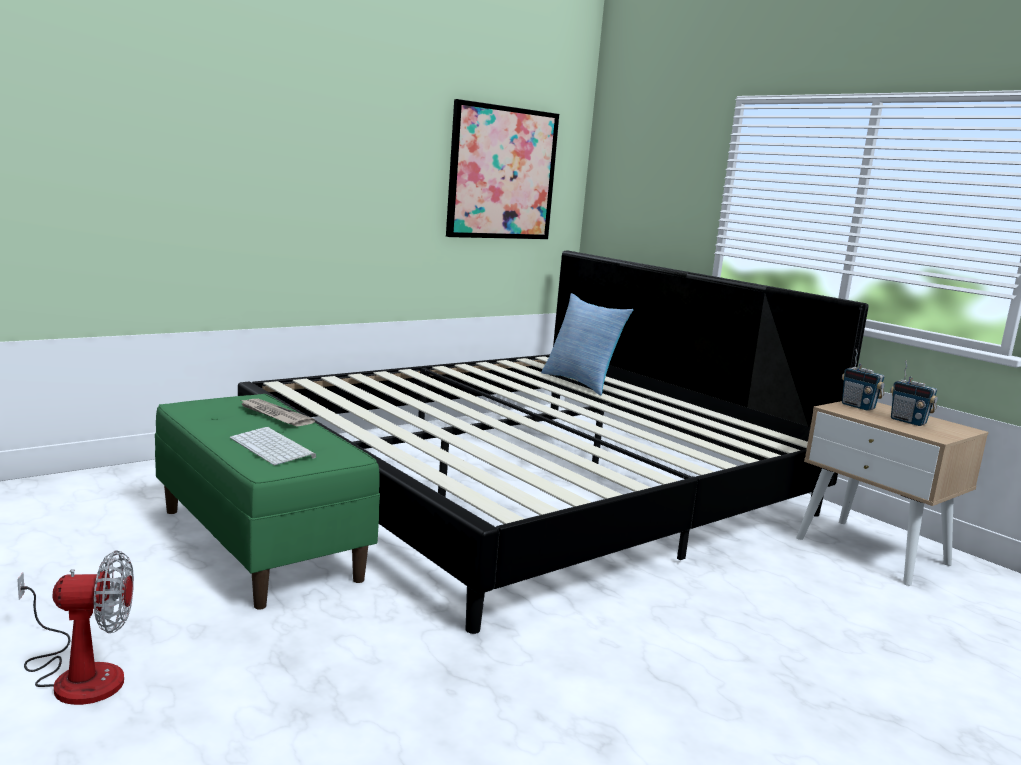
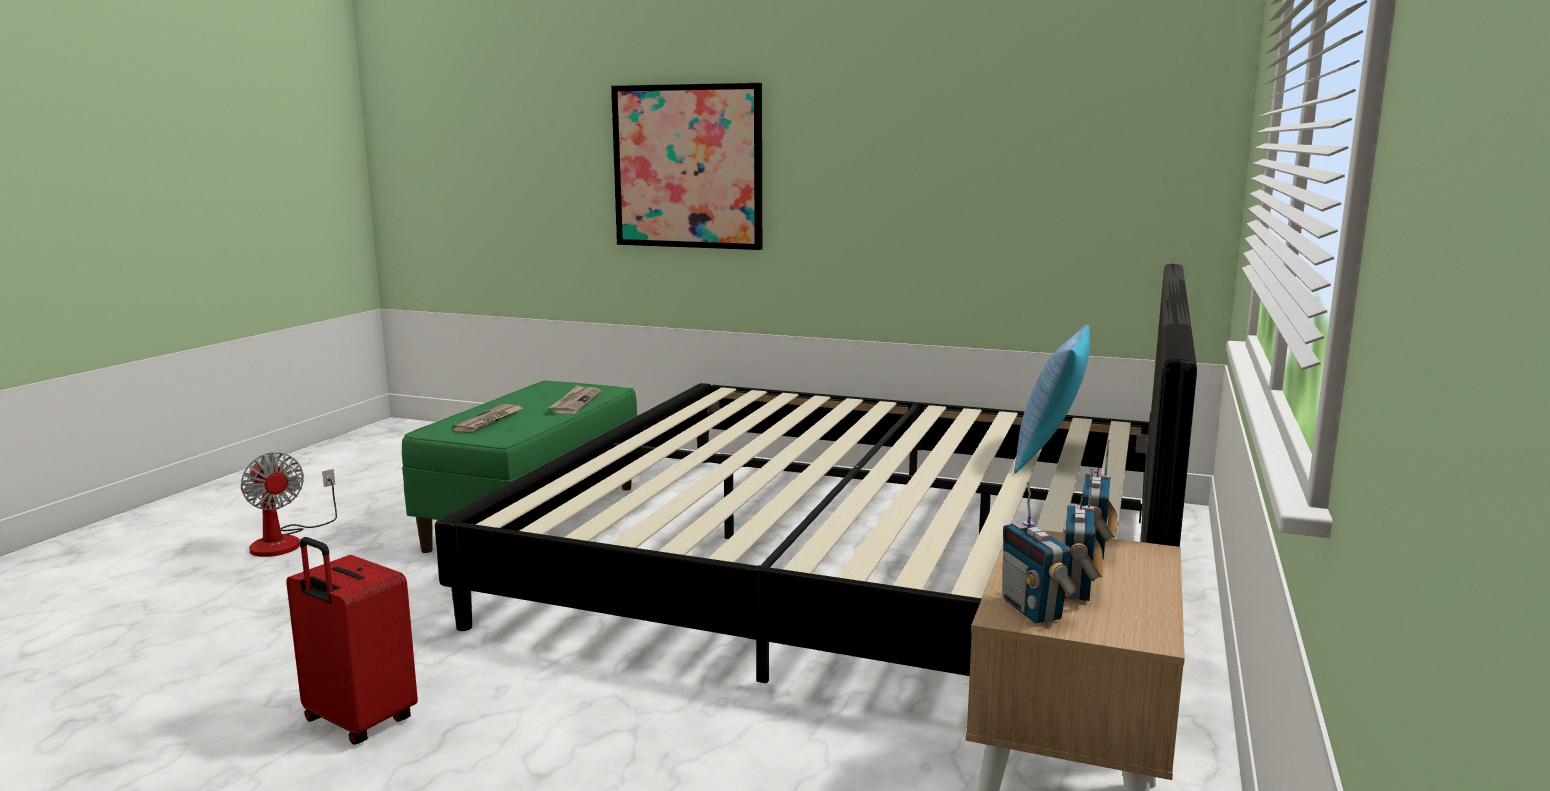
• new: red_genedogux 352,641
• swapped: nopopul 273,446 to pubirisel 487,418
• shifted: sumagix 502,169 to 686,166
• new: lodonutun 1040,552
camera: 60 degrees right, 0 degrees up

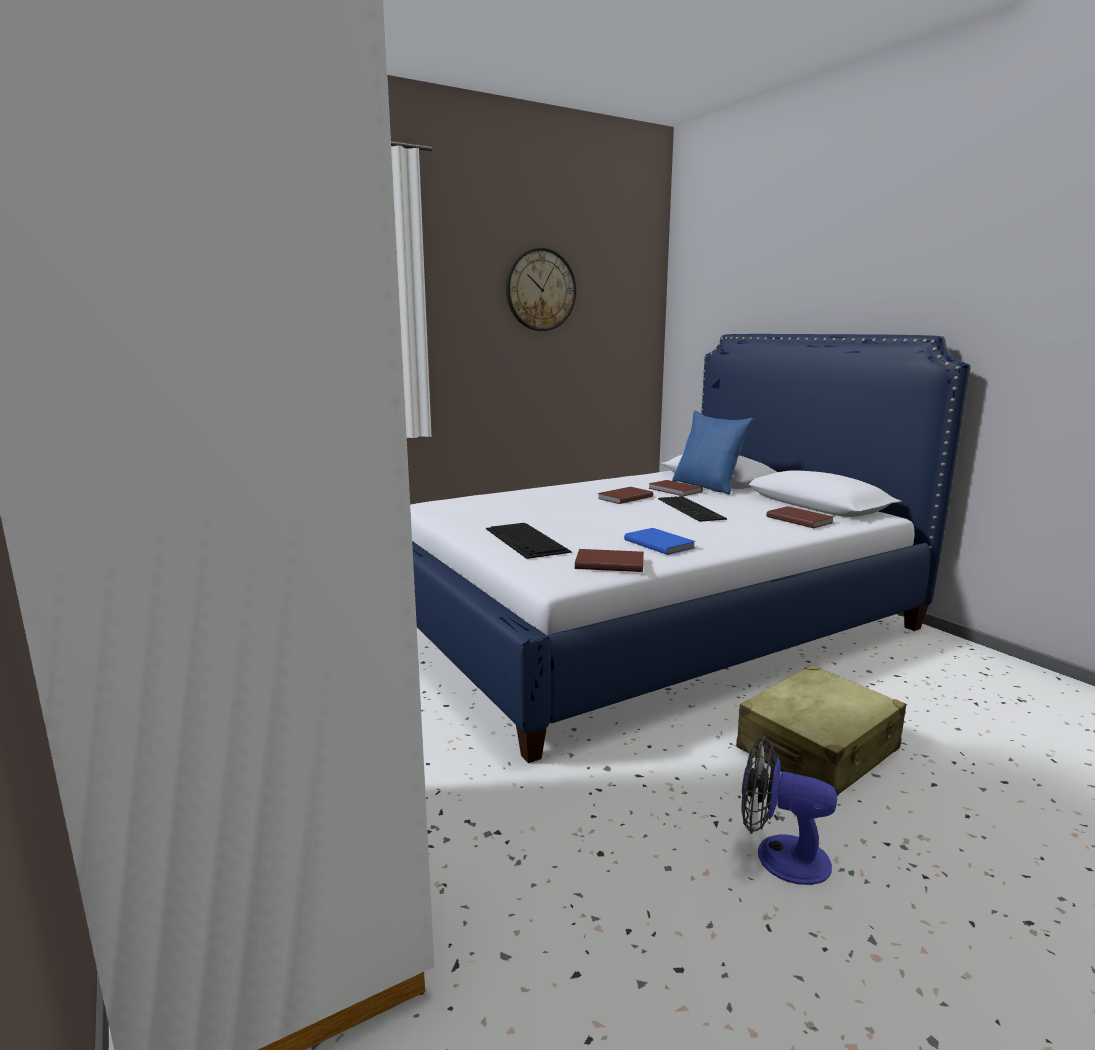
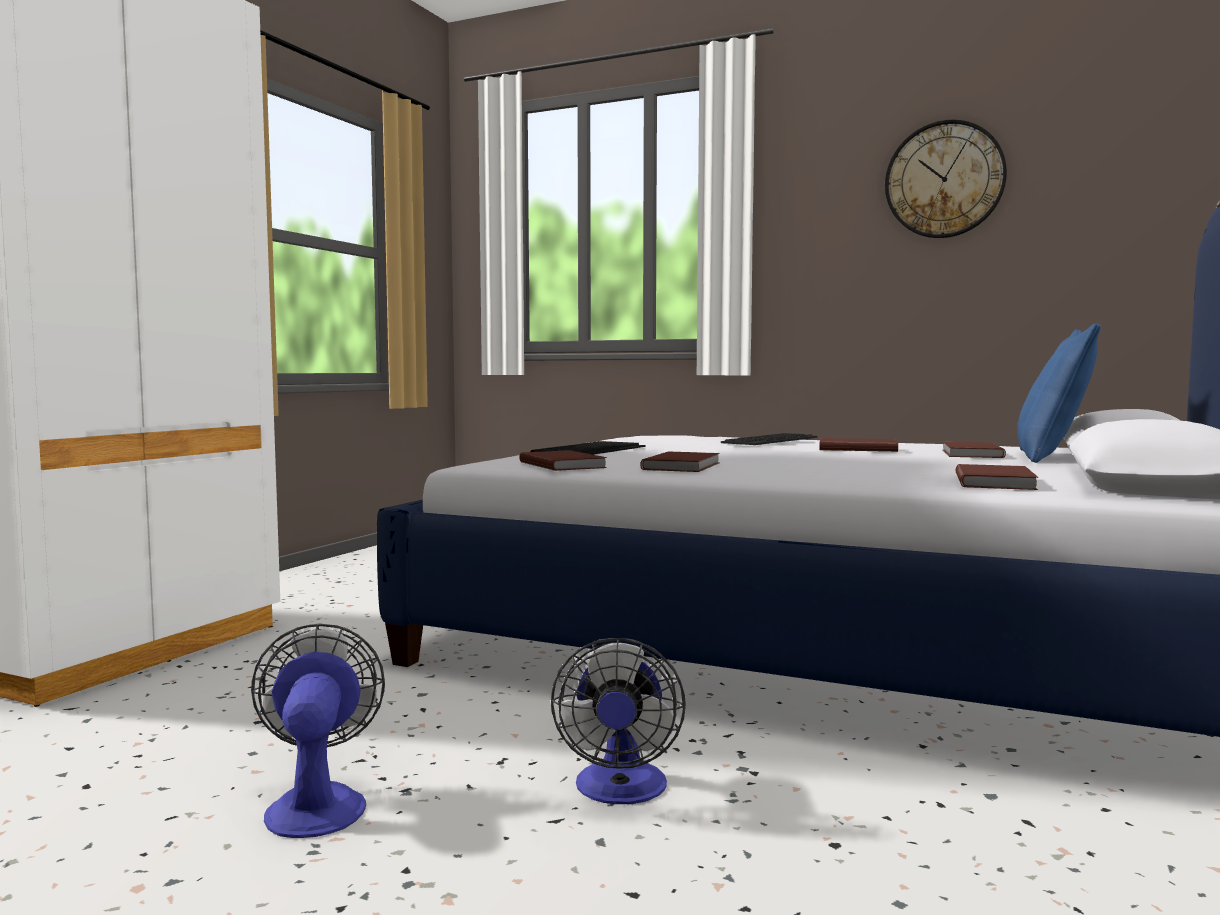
• swapped: beige_genedogux 821,730 to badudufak 618,721
• repainted: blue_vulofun 660,541 to brown_vulofun 680,461
• shifted: nopopul 692,509 to 769,439
camera: 55 degrees right, 10 degrees down

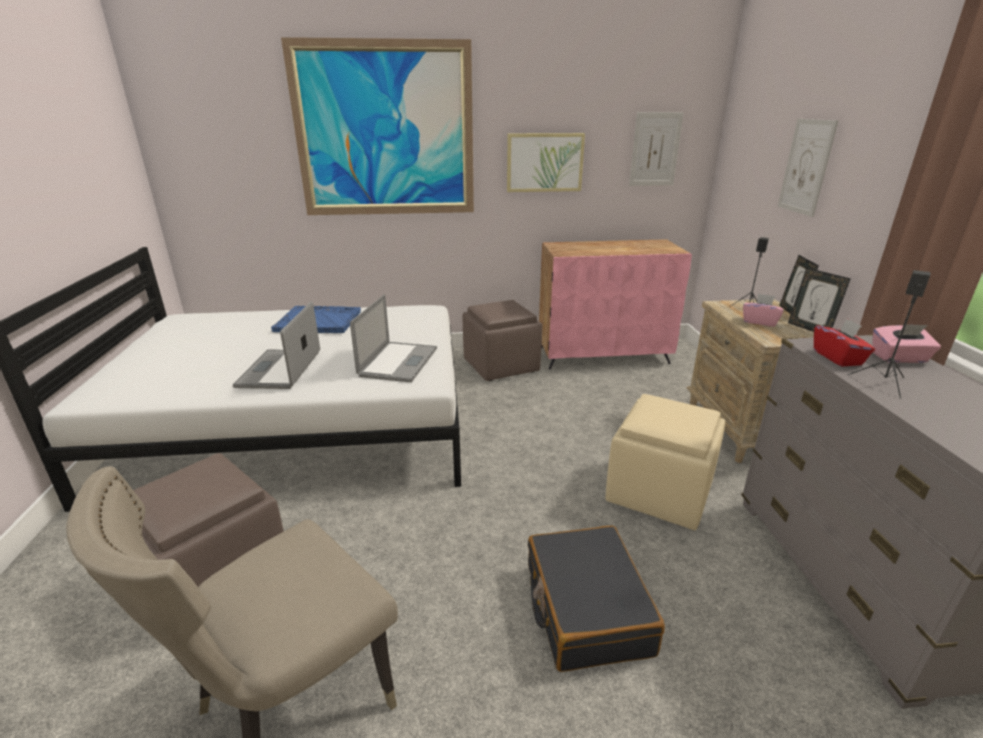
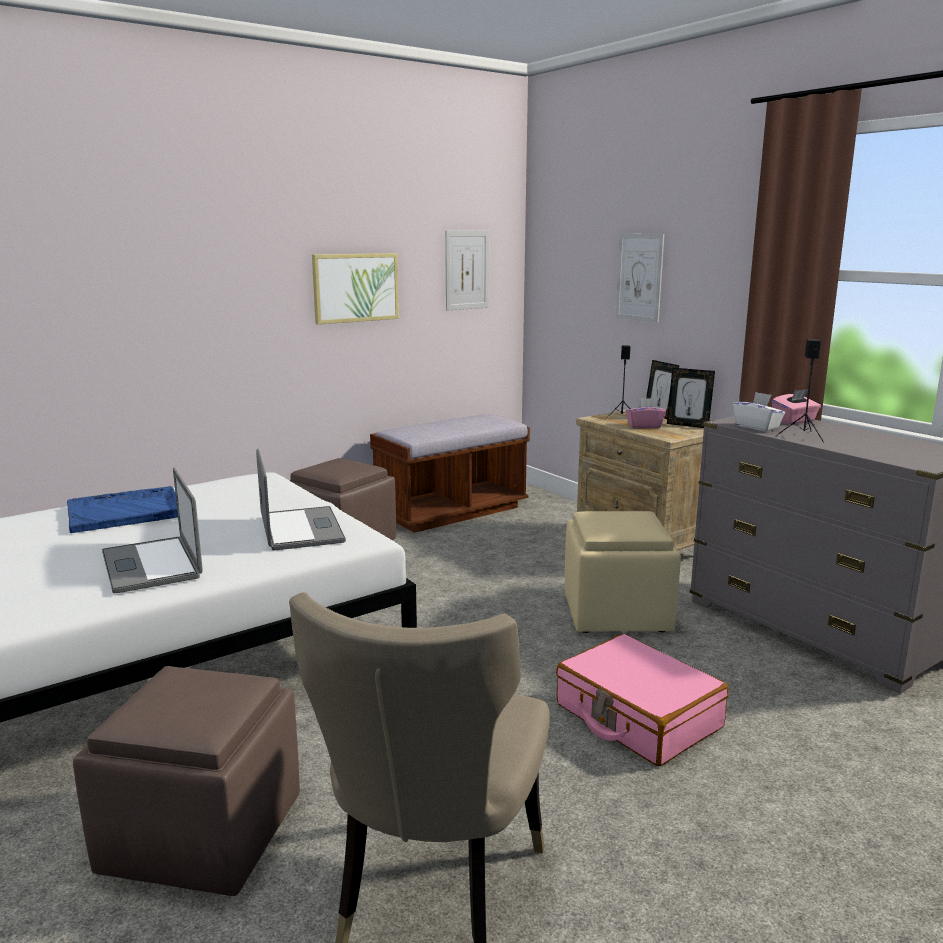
• swapped: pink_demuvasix 615,304 to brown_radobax 450,473
• repainted: black_genedogux 596,599 to pink_genedogux 642,700
• repainted: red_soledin 844,342 to white_soledin 759,412
• gone: sumagix 377,126
camera: 30 degrees left, 10 degrees down

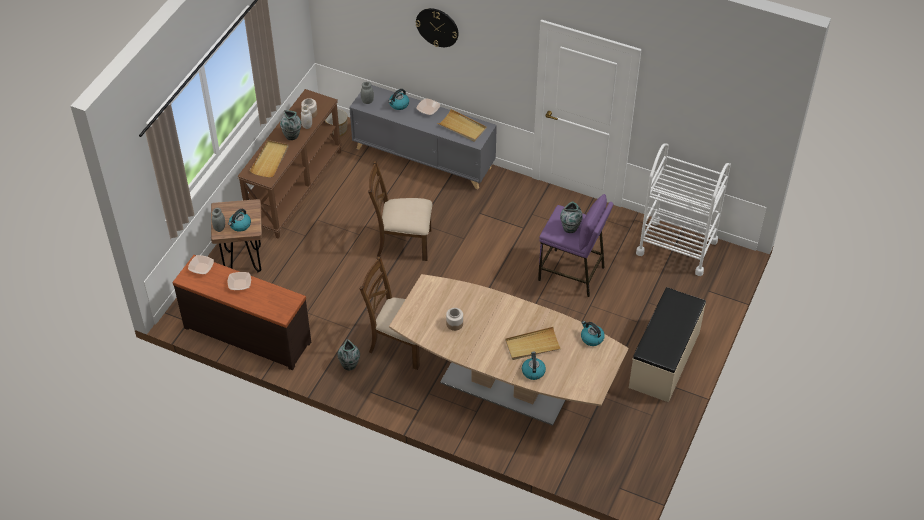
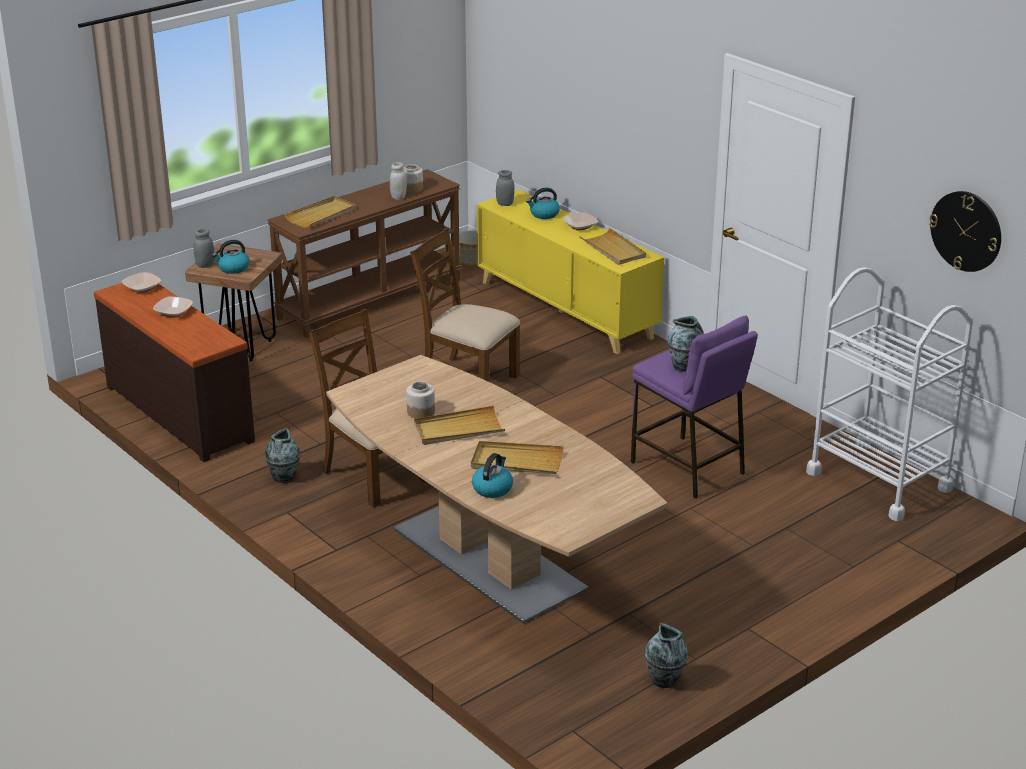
• new: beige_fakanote 459,425
• repainted: grey_demuvasix 423,137 to yellow_demuvasix 570,272
• shifted: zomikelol 291,125 to 666,655
• shifted: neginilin 437,27 to 965,231
• gone: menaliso 593,333
• gone: beige_radobax 667,344
camera: 25 degrees right, 20 degrees down

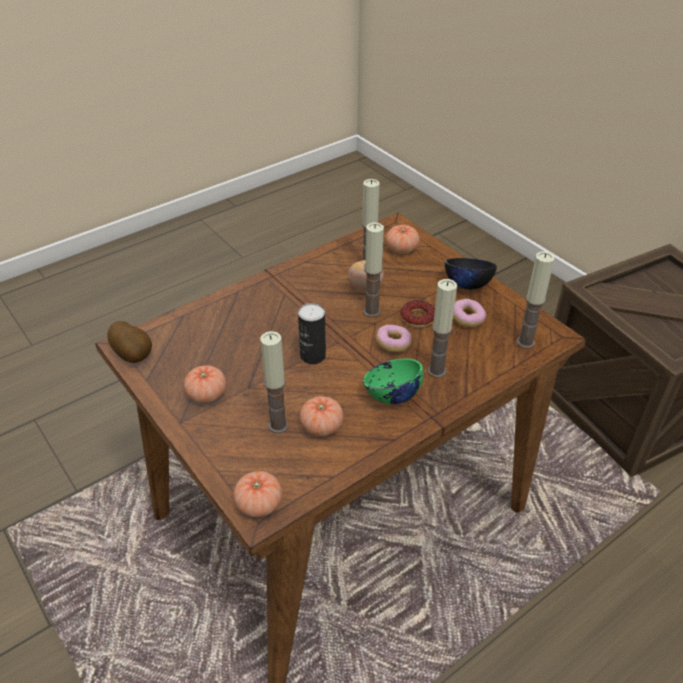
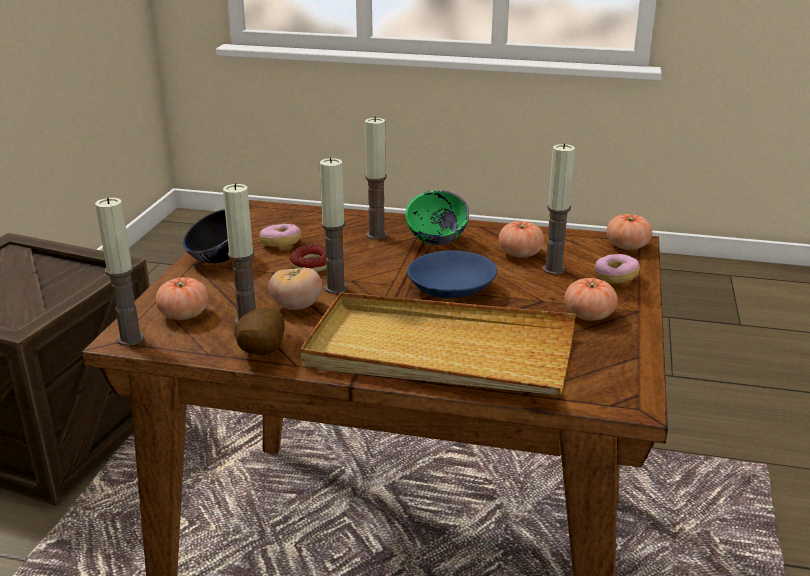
• shifted: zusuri 536,300 to 119,271
• shifted: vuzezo 130,342 to 259,331
• new: beige_fakanote 438,343
• swapped: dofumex 312,333 to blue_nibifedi 452,274
• shifted: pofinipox 394,338 to 617,268
camera: 130 degrees left, 15 degrees down

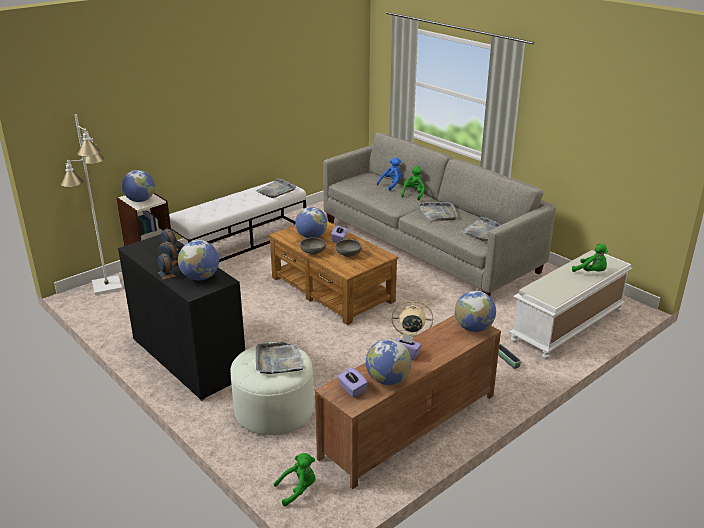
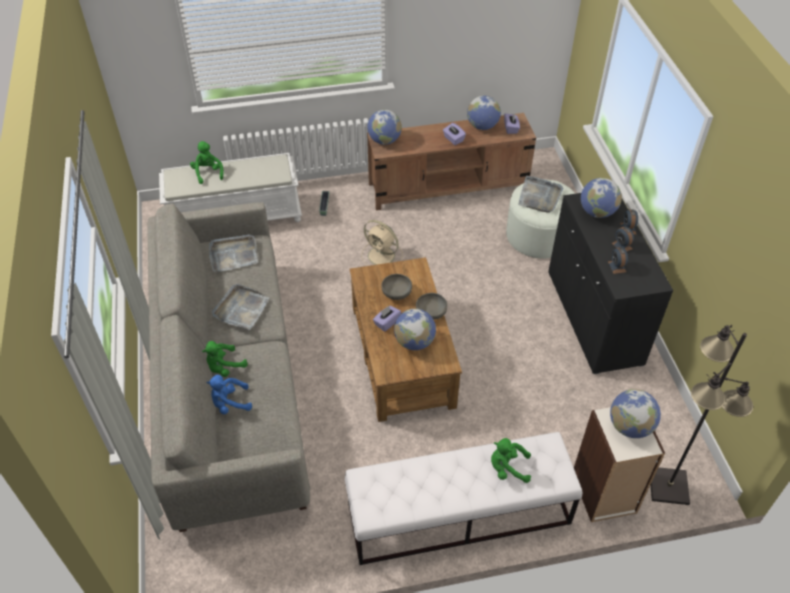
• shifted: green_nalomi 294,479 to 511,460
• repainted: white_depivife 91,204 to black_depivife 702,415
• gone: grey_fakanote 276,188
camera: 150 degrees left, 20 degrees up

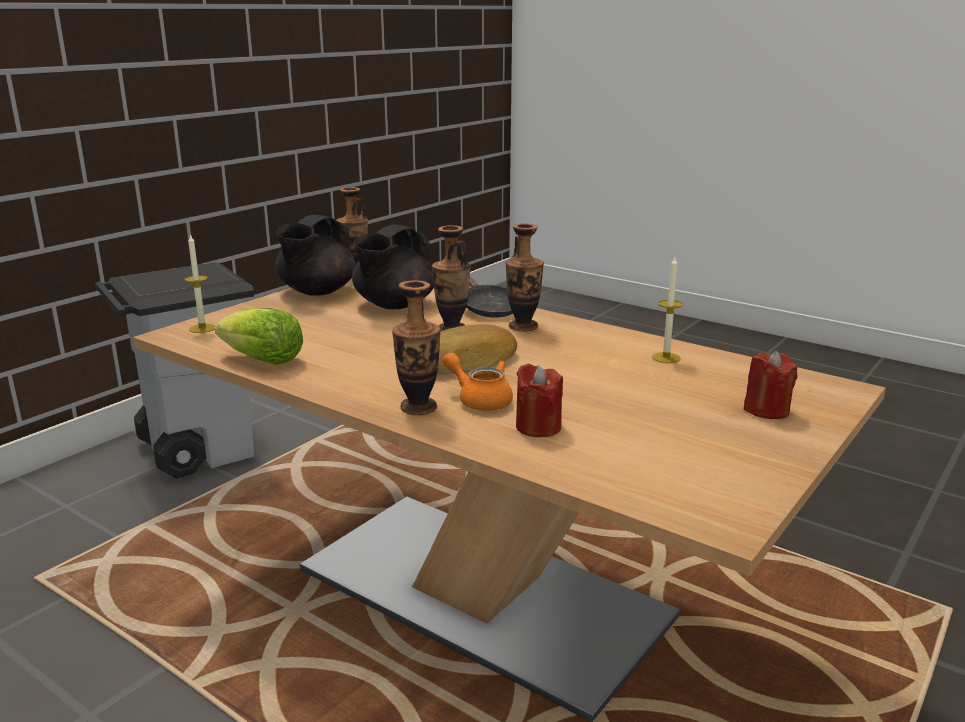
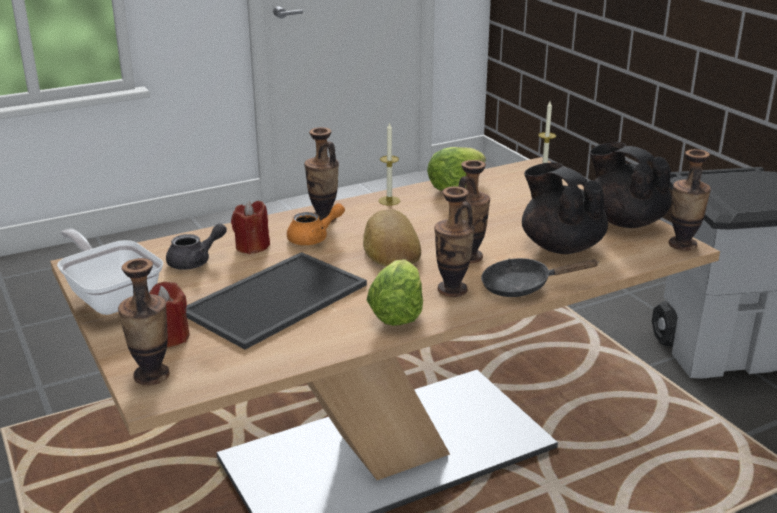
• new: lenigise 110,272
• new: zomikelol 144,321
• new: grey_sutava 196,246
• new: fakanote 276,301
• new: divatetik 395,292
• shifted: zusuri 667,310 to 389,164
camera: 115 degrees right, 5 degrees up

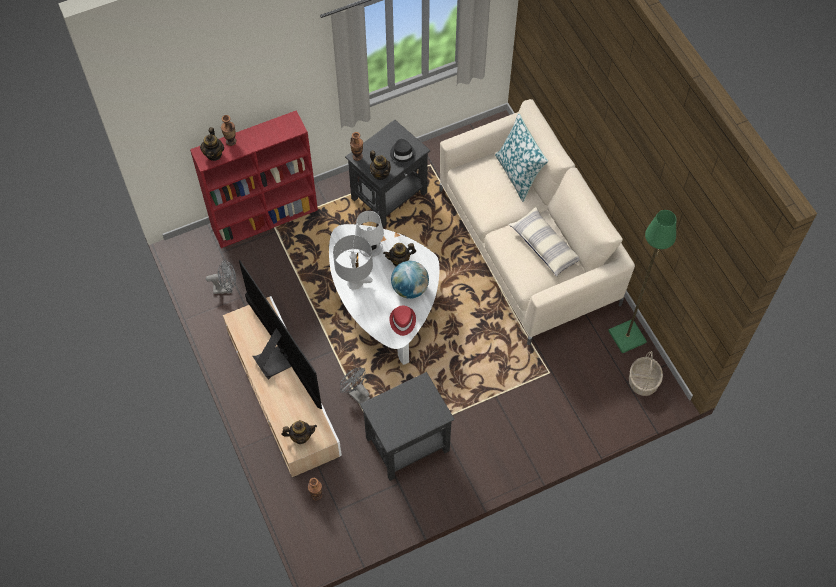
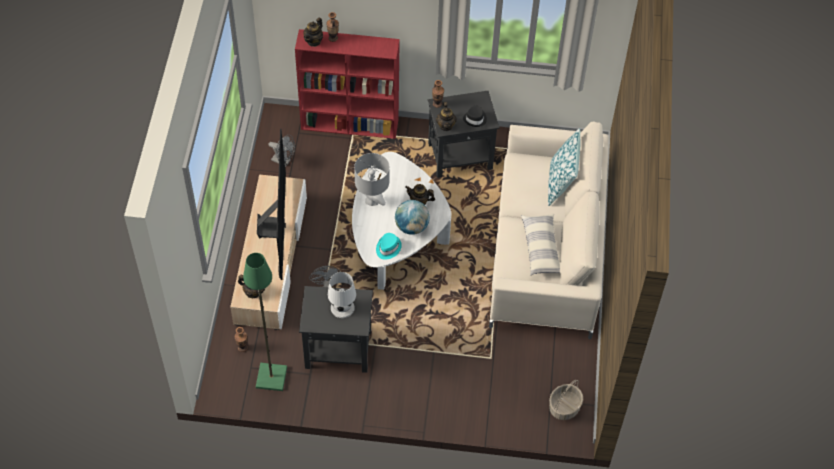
• shifted: green_depivife 642,281 to 265,322
• shifted: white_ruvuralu 369,234 to 342,295
• repainted: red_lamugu 403,321 to turquoise_lamugu 389,246
camera: 30 degrees right, 5 degrees down

